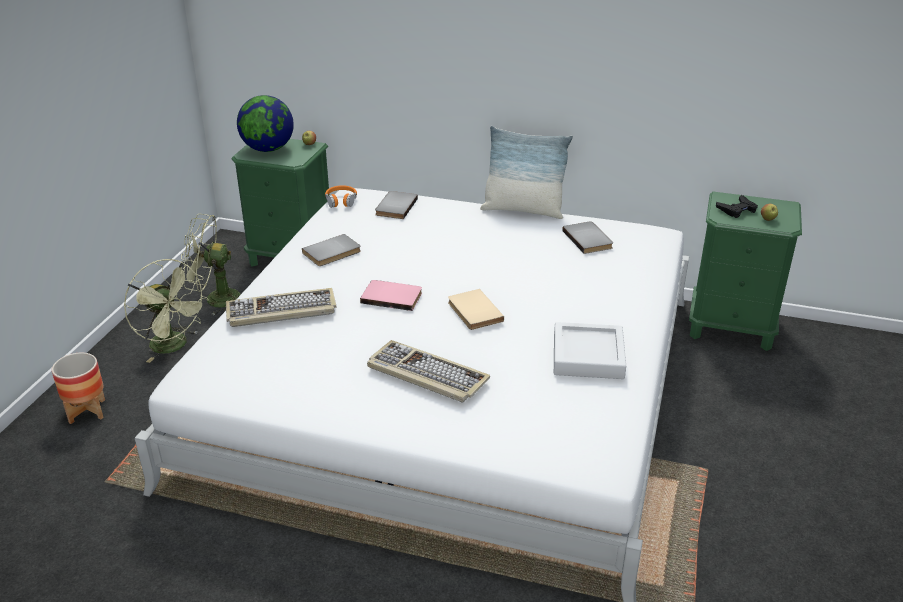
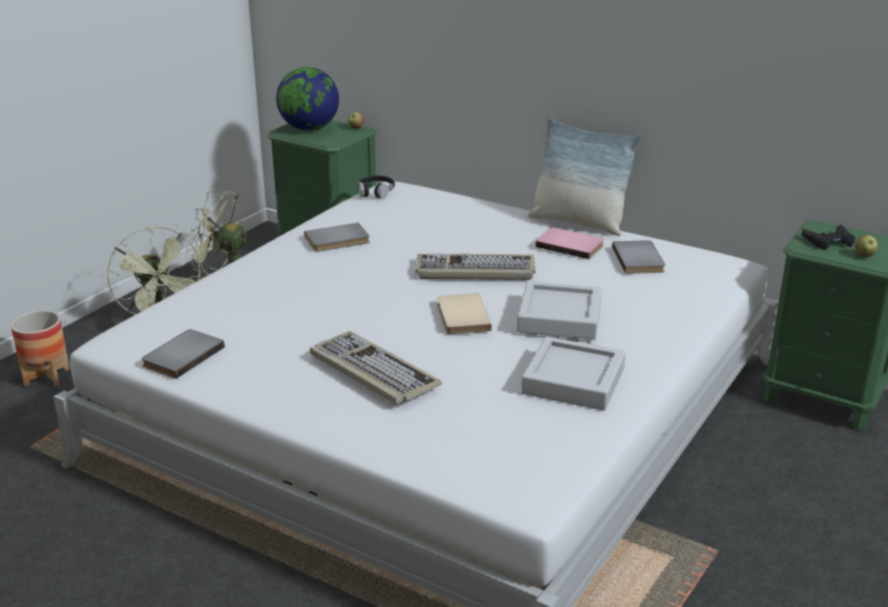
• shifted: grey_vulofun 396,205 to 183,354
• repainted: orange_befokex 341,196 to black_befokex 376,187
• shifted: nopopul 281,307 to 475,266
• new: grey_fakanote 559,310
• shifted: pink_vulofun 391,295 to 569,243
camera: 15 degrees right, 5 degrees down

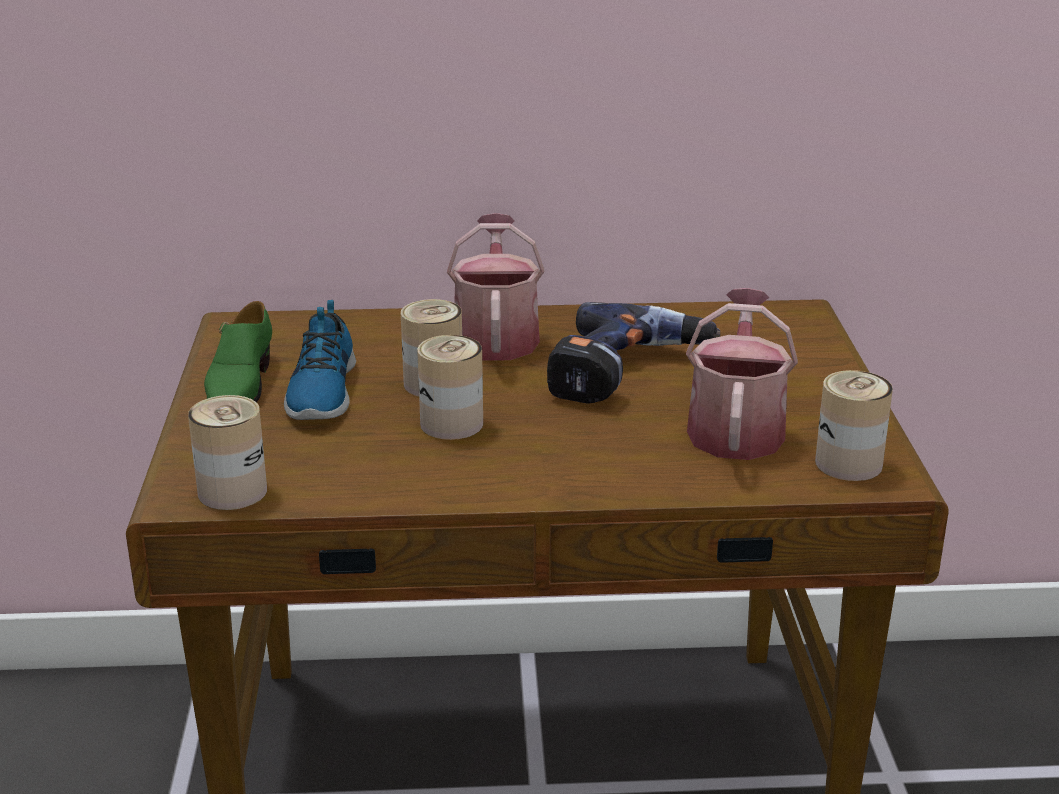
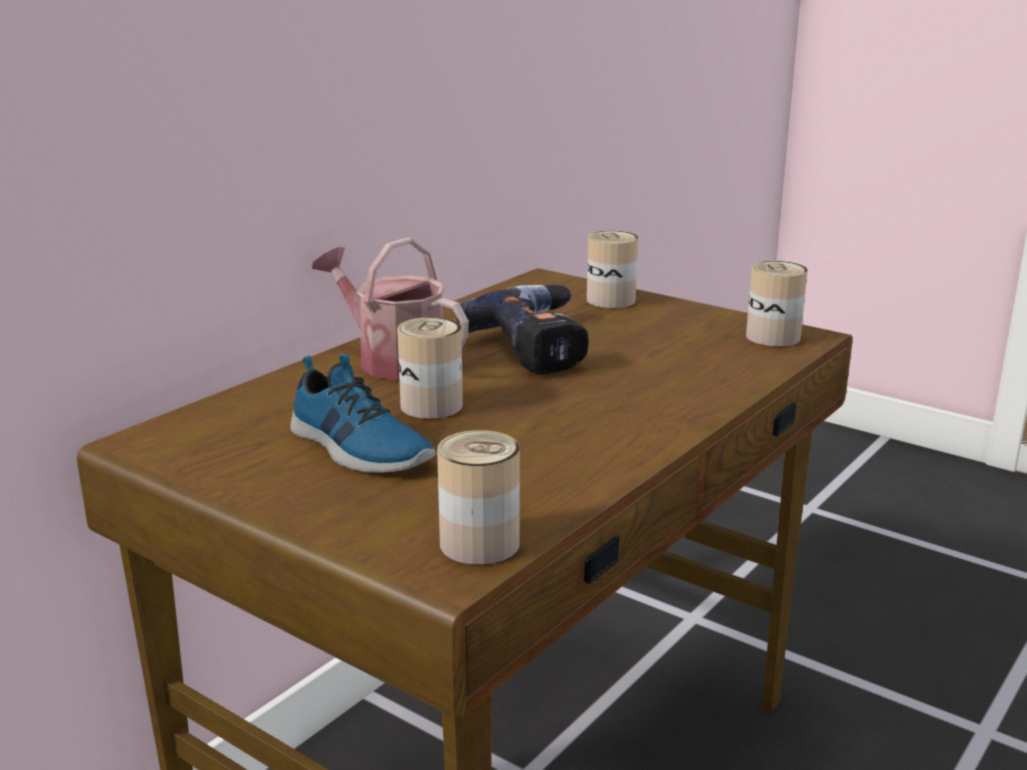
• shifted: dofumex 450,387 to 612,269
• gone: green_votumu 238,351
• gone: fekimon 742,374
camera: 50 degrees left, 5 degrees down

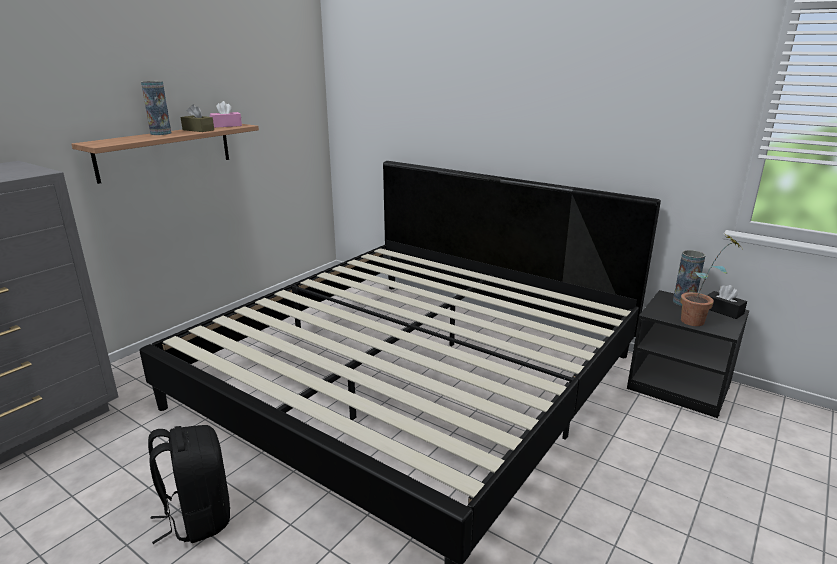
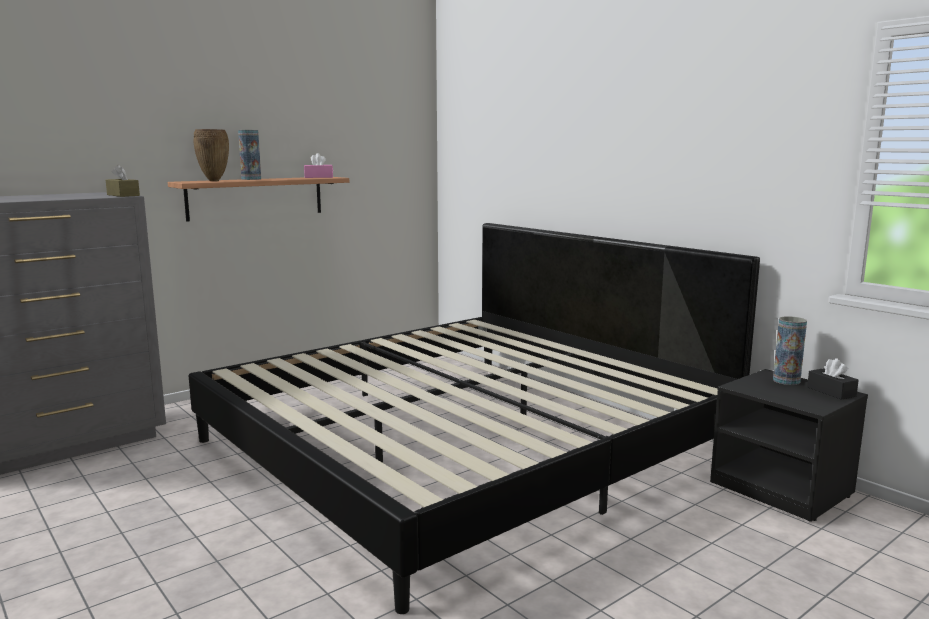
• shifted: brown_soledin 197,118 to 123,181
• new: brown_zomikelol 211,155
• gone: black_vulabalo 189,484
• gone: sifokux 711,279
camera: 15 degrees right, 10 degrees down

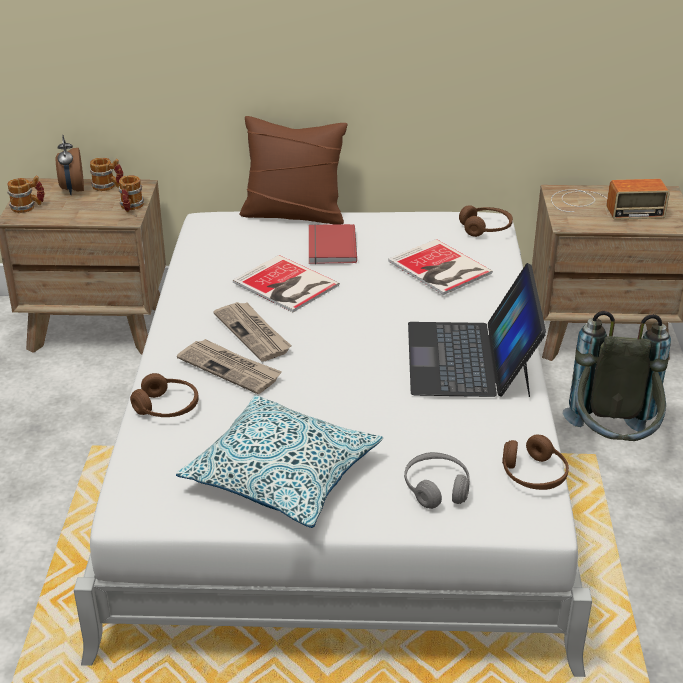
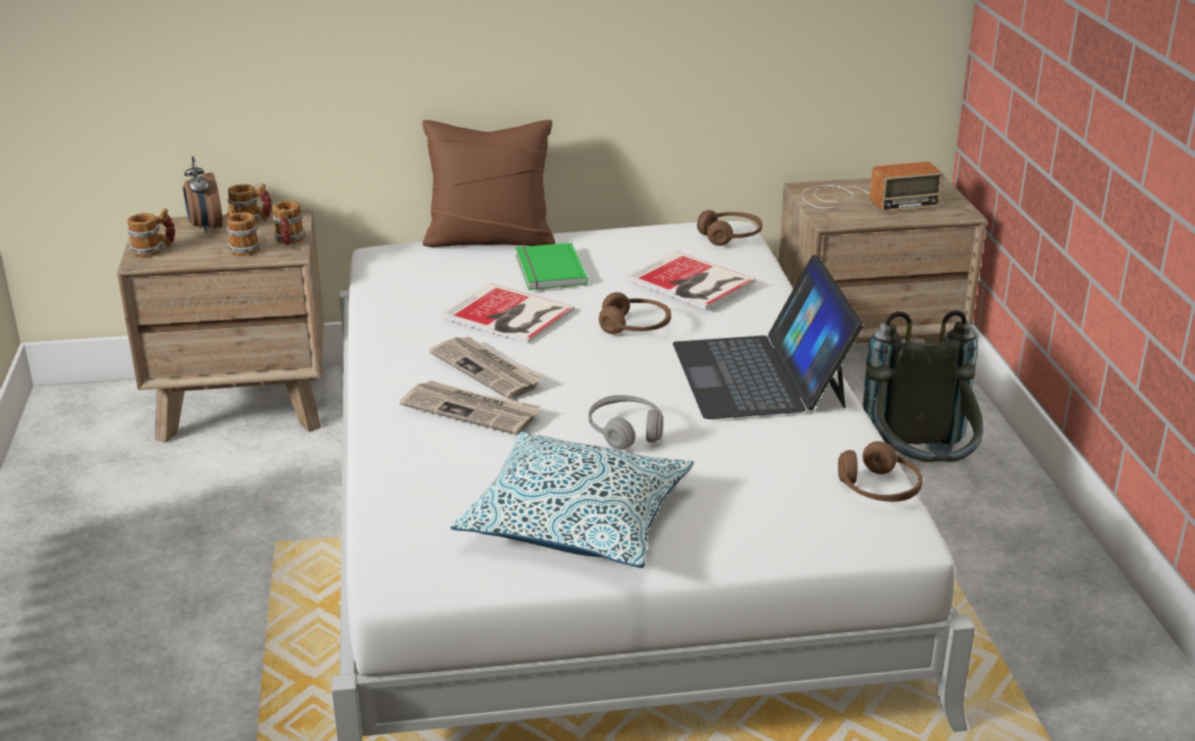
• new: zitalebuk 243,230
• repainted: red_vulofun 333,244 to green_vulofun 552,266
• shifted: grey_befokex 437,480 to 626,422
• shifted: brown_befokex 164,395 to 635,313
camera: 10 degrees left, 5 degrees down

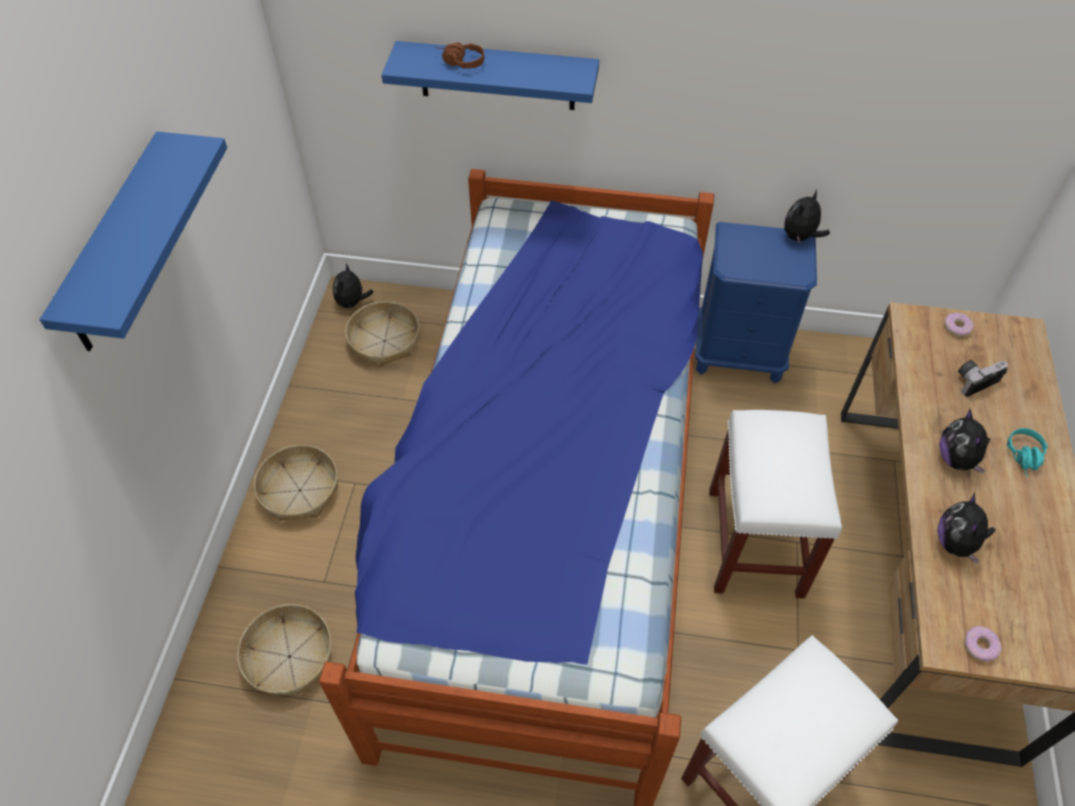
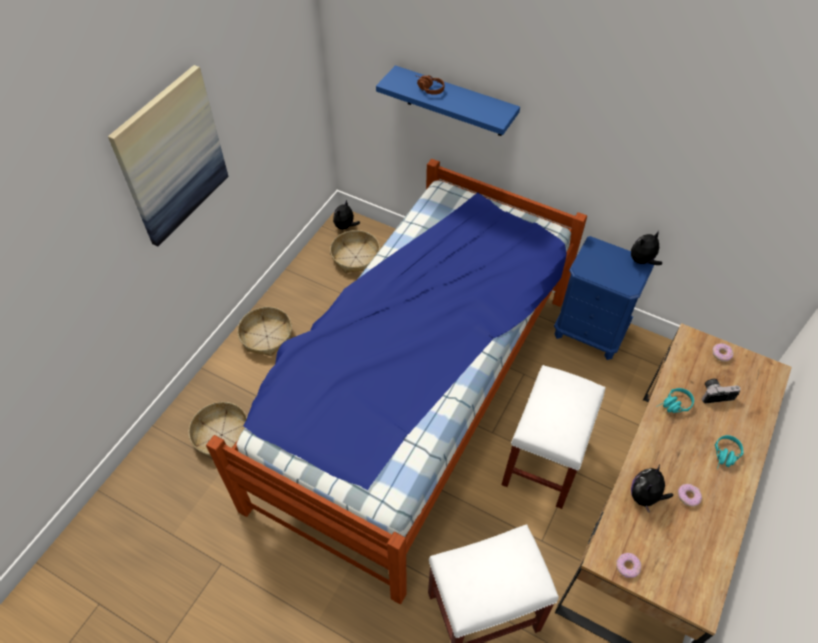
• swapped: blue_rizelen 133,241 to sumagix 168,156
• new: turquoise_befokex 675,400
• new: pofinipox 690,495
• gone: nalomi 964,441
camera: 20 degrees right, 0 degrees up

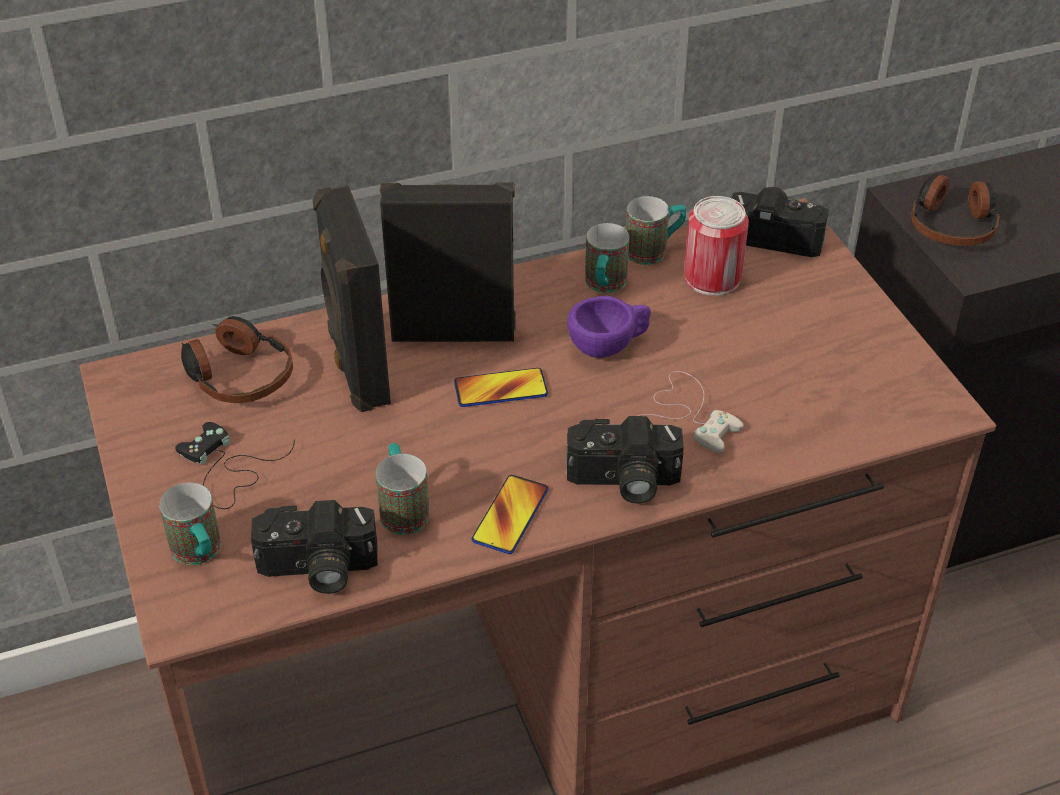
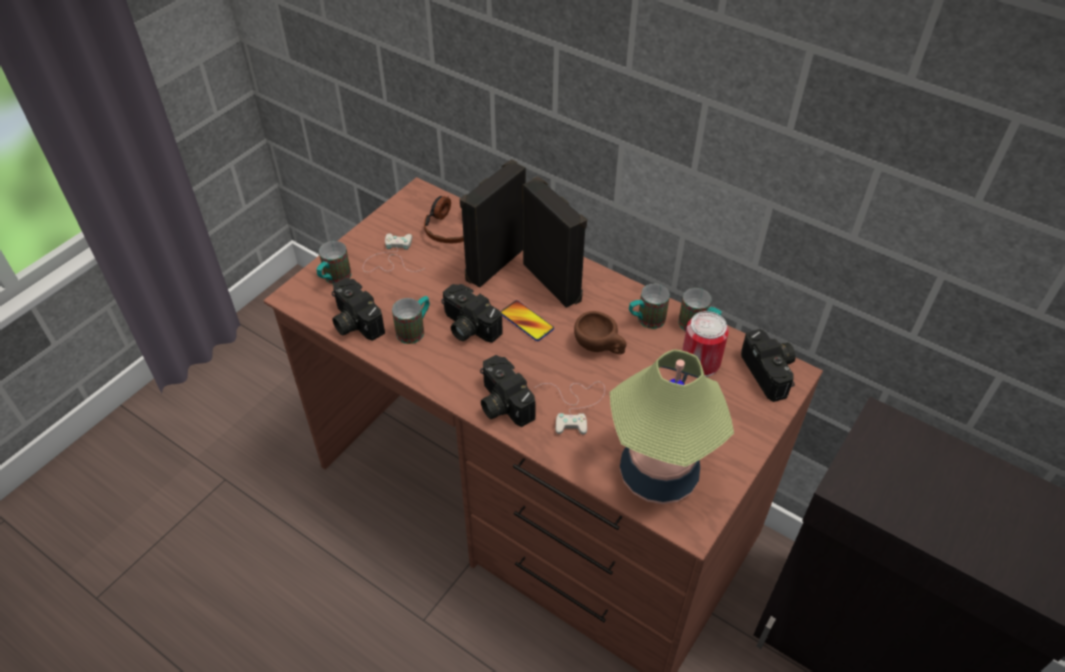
• repainted: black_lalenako 235,465 to white_lalenako 394,252
• new: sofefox 472,313
• repainted: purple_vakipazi 609,327 to brown_vakipazi 600,333
• new: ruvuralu 672,426
• gone: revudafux 510,514
• gone: befokex 955,210
camera: 55 degrees right, 5 degrees up

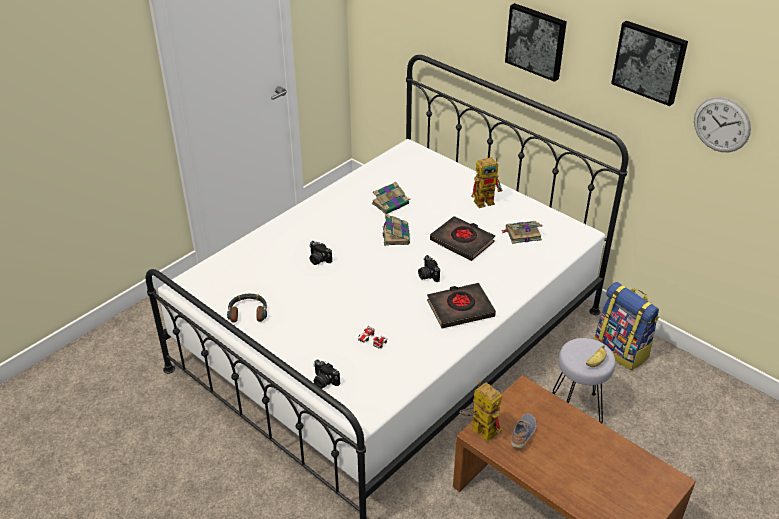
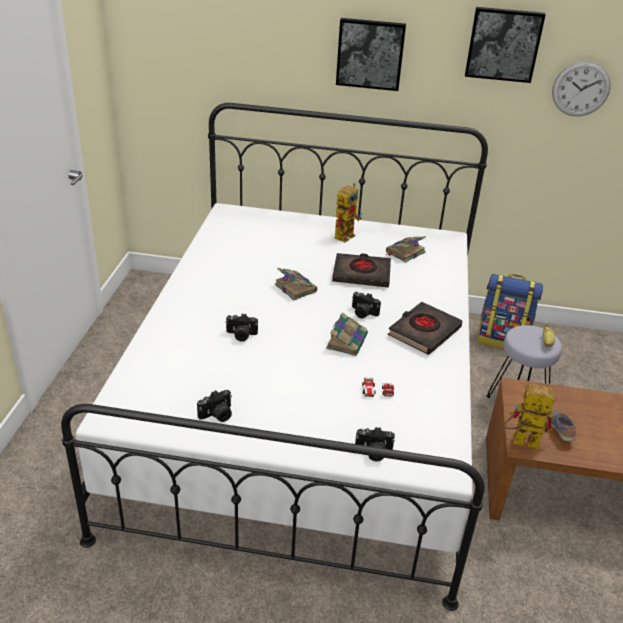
• swapped: befokex 247,308 to sofefox 214,406
• shifted: vulofun 391,198 to 347,334
camera: 35 degrees left, 5 degrees down

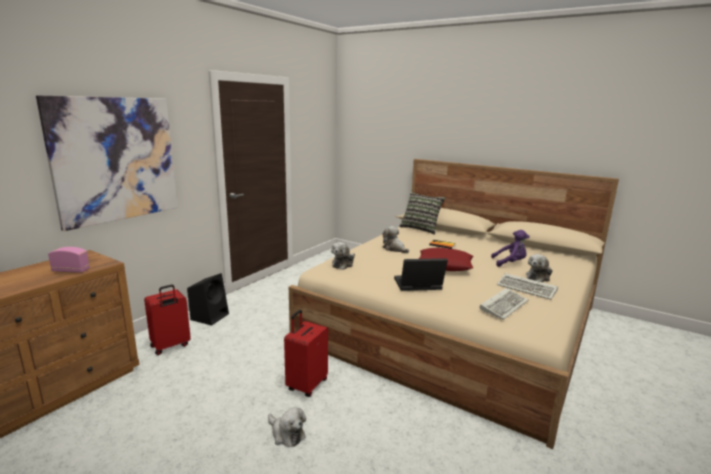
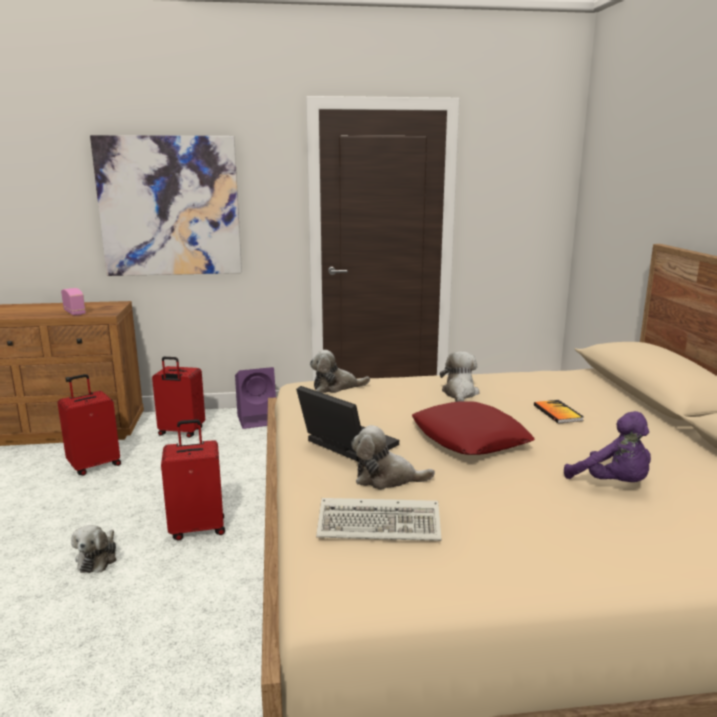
• new: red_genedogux 89,425
• repainted: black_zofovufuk 208,299 to purple_zofovufuk 255,398
• shifted: nalomi 539,268 to 393,457
• gone: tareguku 422,213
• gone: nopopul 527,286
camera: 50 degrees right, 0 degrees up

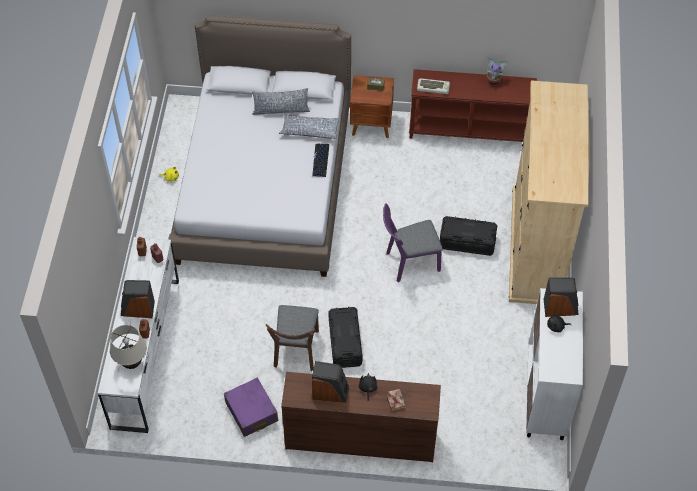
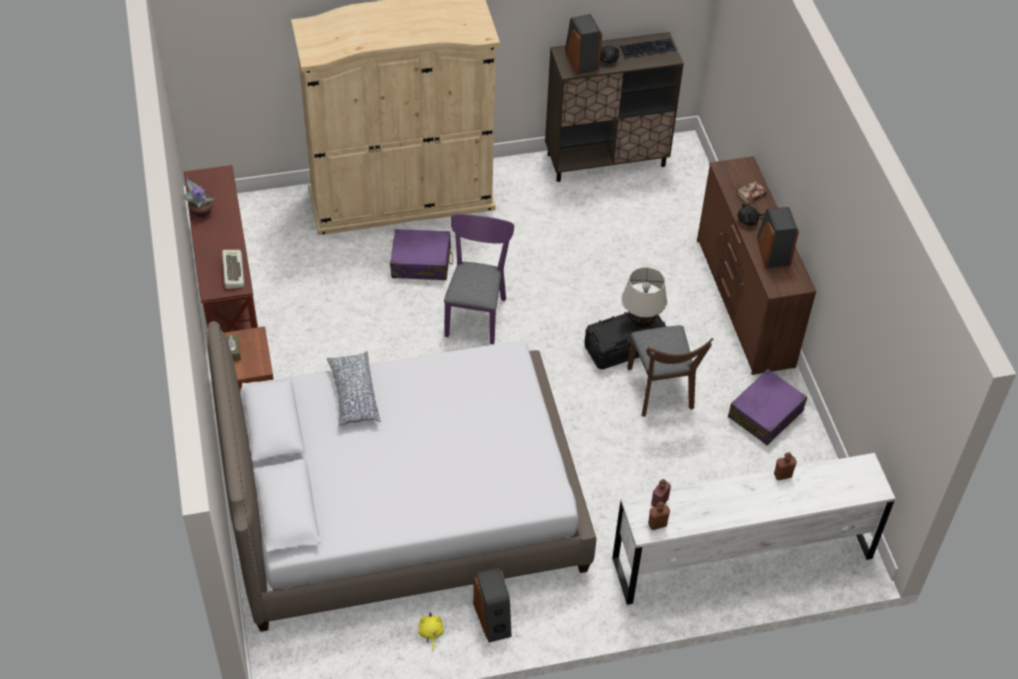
• swapped: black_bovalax 468,236 to purple_genedogux 421,254
• rotated: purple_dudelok 413,243 = 479,279 135 degrees counterclockwise
• shifted: zofovufuk 138,299 to 492,604
• repainted: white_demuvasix 554,364 to brown_demuvasix 614,107
• shifted: nopopul 320,160 to 647,48
• shifted: beige_ruvuralu 128,347 to 644,297
• rotated: brown_dudelok 292,338 = 670,371 90 degrees clockwise
• gone: tareguku 281,101
camera: 110 degrees left, 5 degrees down

